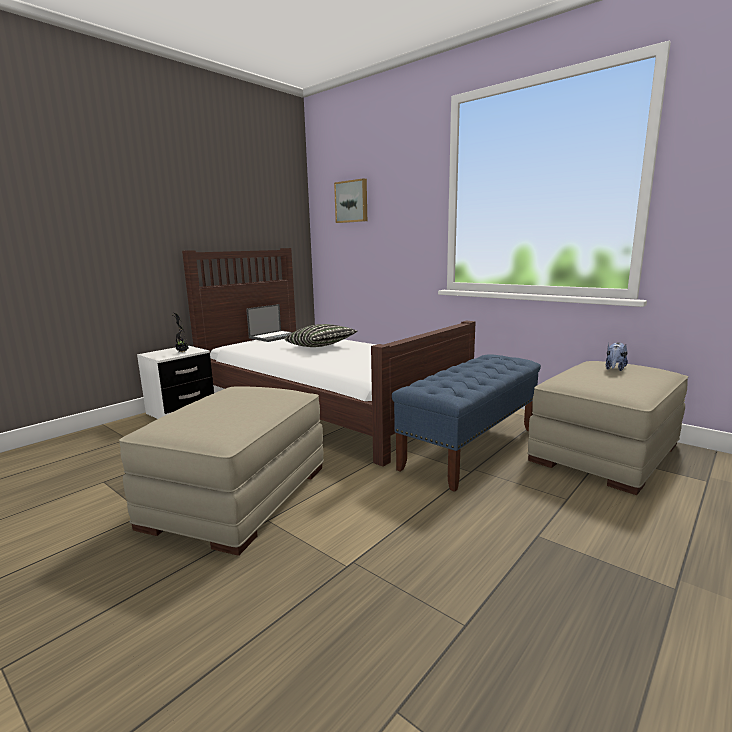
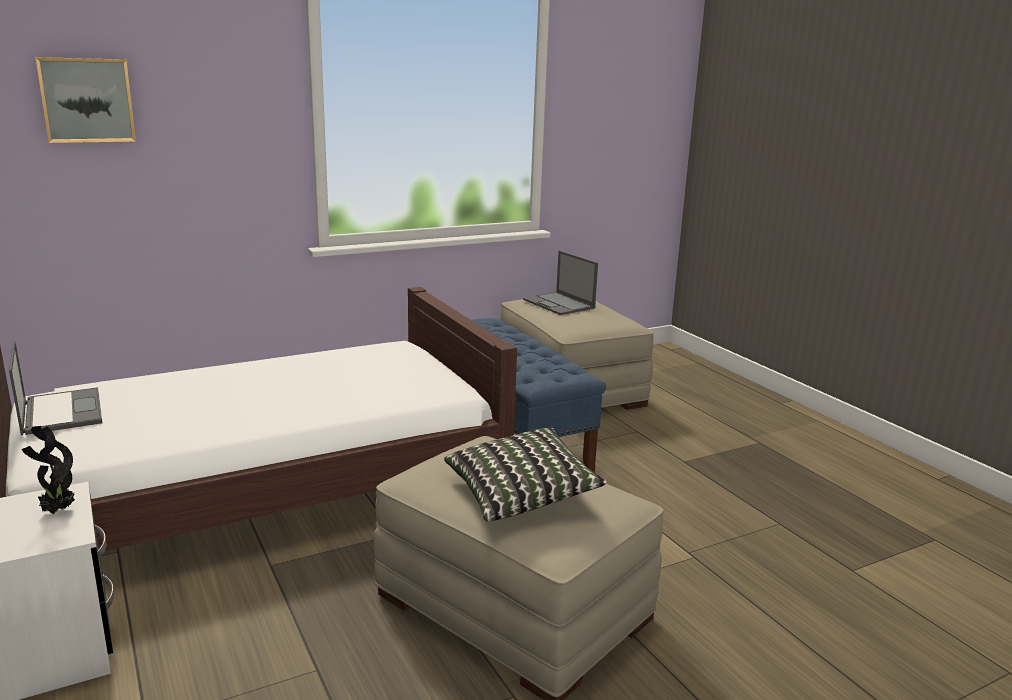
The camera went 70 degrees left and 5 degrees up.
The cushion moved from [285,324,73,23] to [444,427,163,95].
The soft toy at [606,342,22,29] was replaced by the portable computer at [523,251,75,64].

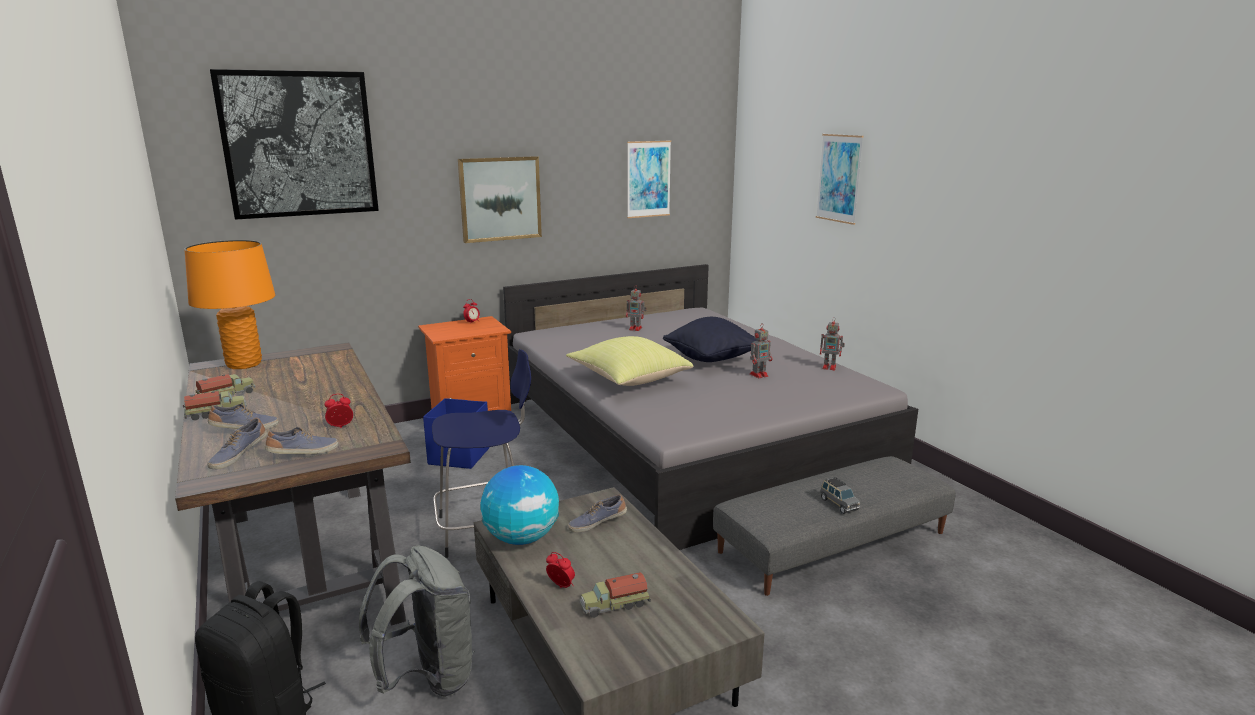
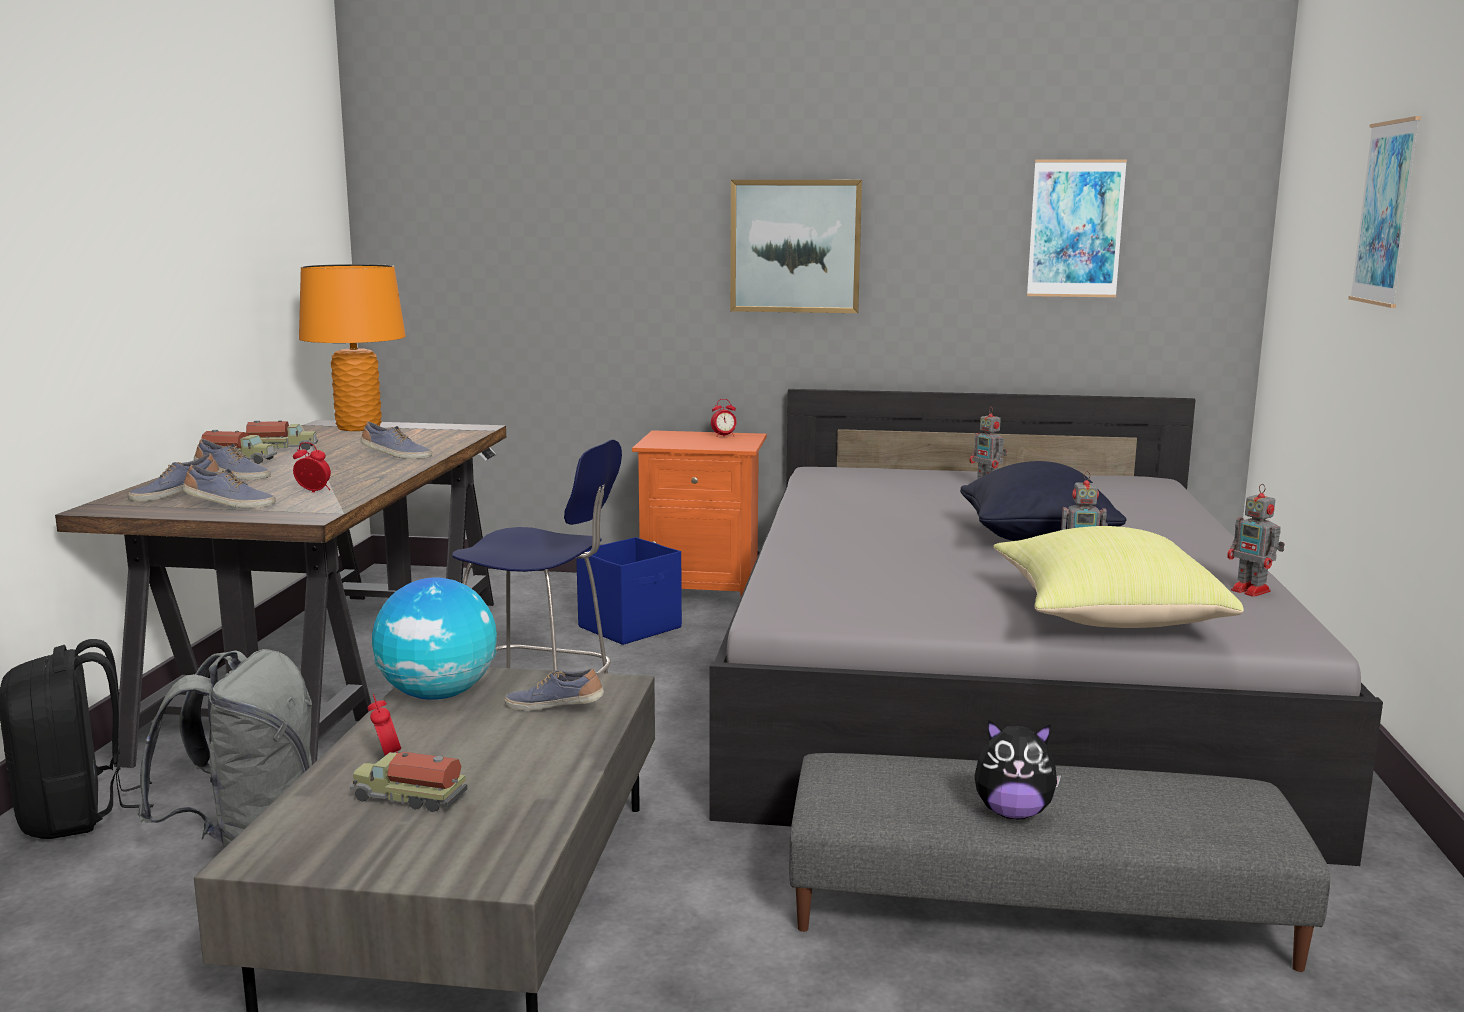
The camera went 35 degrees right and 5 degrees down.
The picture at [210,69,169,151] disappeared.
The item of footwear at [360,421,72,38] appeared.
The yellowish cushion moved from [566,336,127,50] to [993,526,251,102].
The grey miniature car at [820,477,40,37] was replaced by the soft toy at [974,721,87,98].

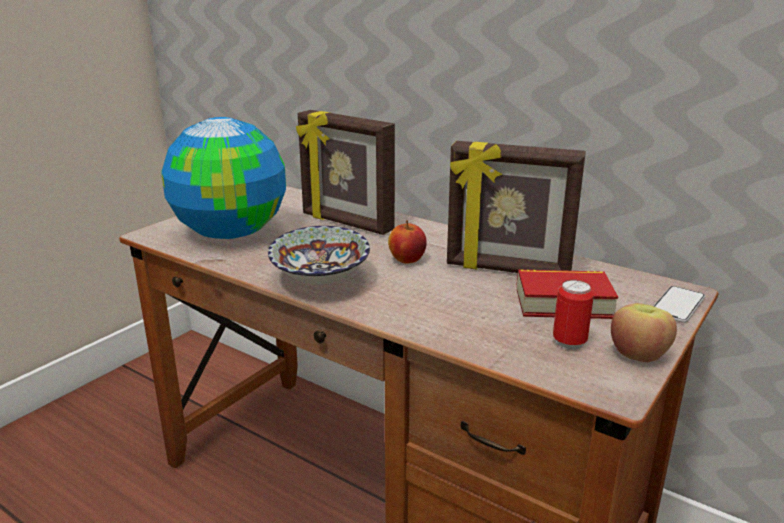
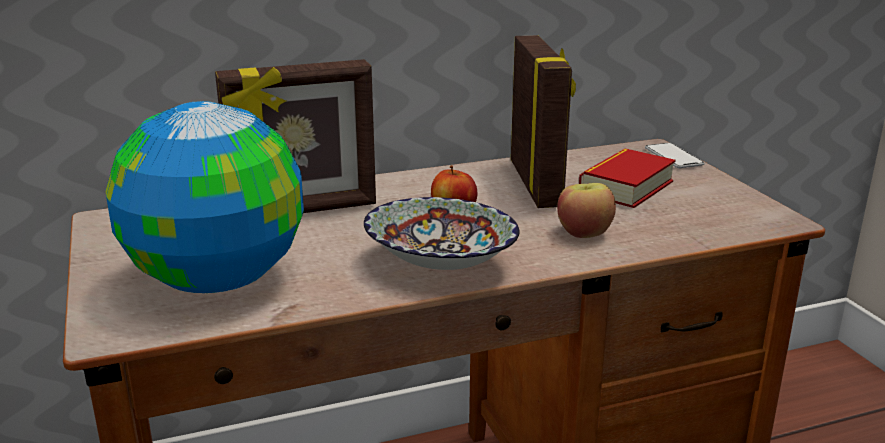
The camera went 55 degrees left and 0 degrees up.
The sealed can at [553,280,41,70] disappeared.
The apple fruit moved from [611,303,66,59] to [557,183,59,55].
The picture frame at [447,141,139,132] turned 60 degrees counterclockwise.

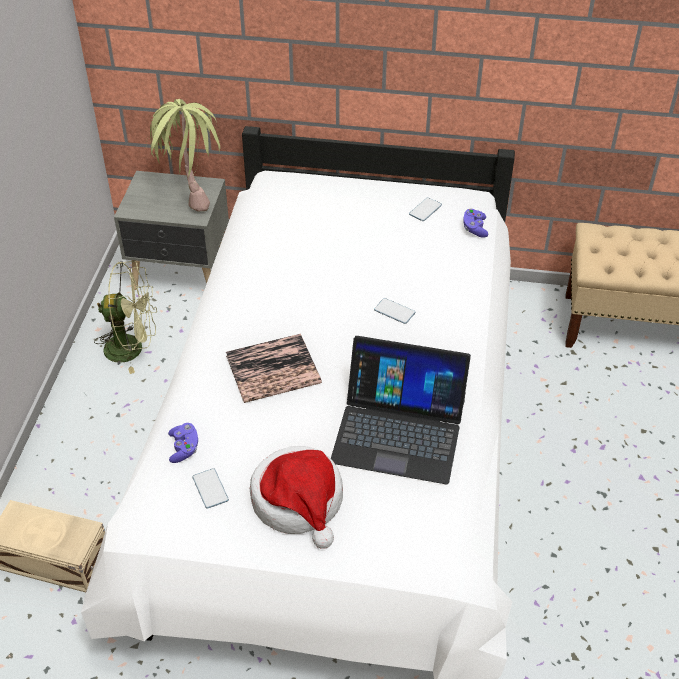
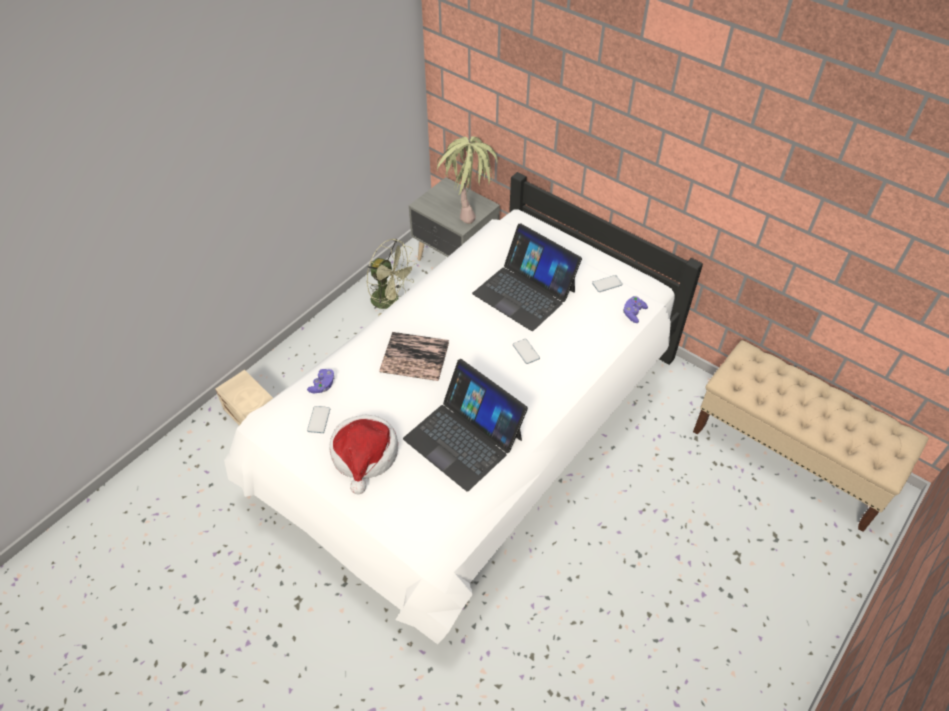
The camera went 30 degrees right and 5 degrees up.
The portable computer at [472,223,110,108] appeared.

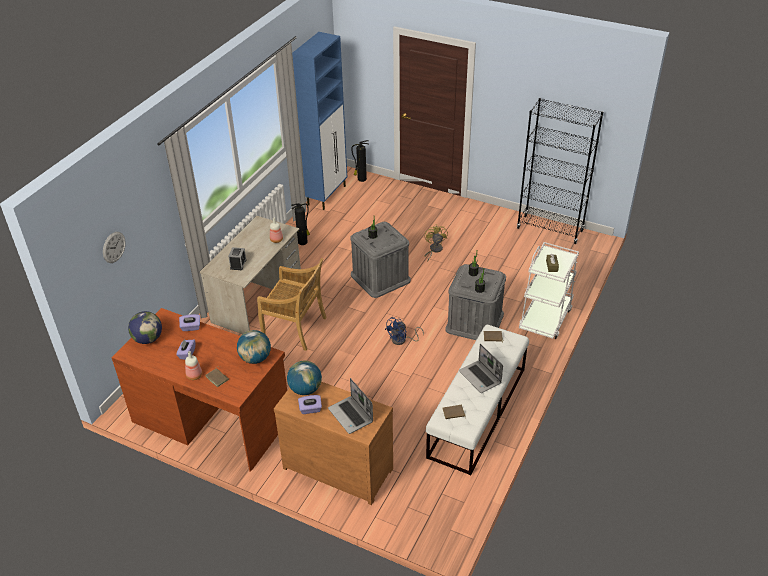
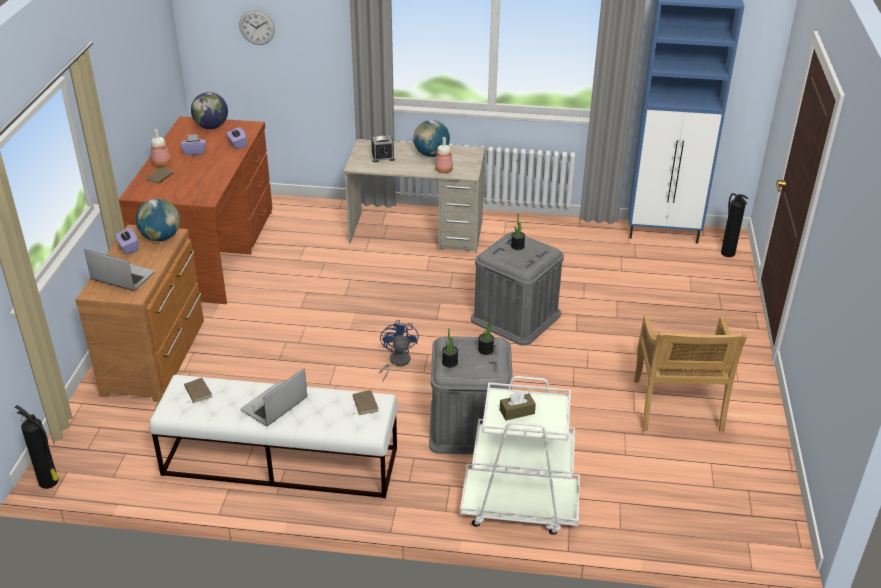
The camera went 70 degrees right and 5 degrees down.
The yellowish electric fan at [425,224,23,38] disappeared.
The blackish shelving unit at [517,98,86,146] disappeared.
The globe moved from [237,330,34,34] to [413,120,37,37].
The sand-coloured plain chair moved from [257,258,70,93] to [634,315,113,117].
The fire extinguisher moved from [291,203,19,42] to [15,405,44,84].
The portable computer at [328,378,45,56] turned 75 degrees clockwise.
The blue electric fan at [385,317,39,28] turned 60 degrees clockwise.

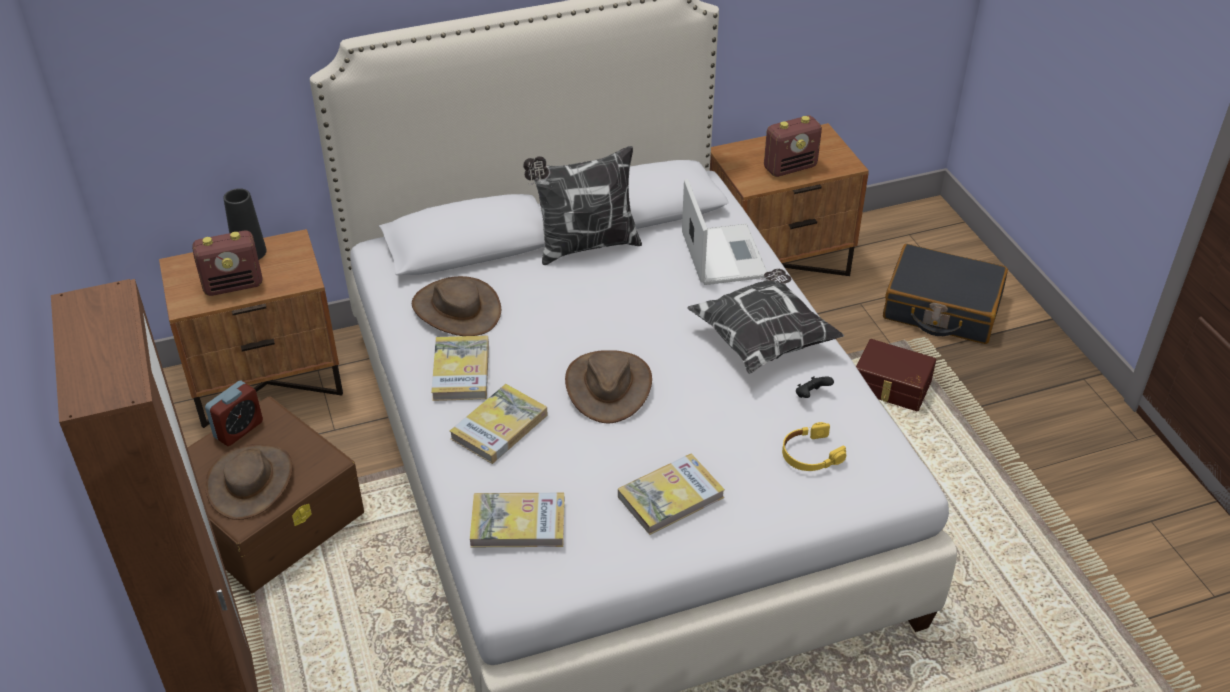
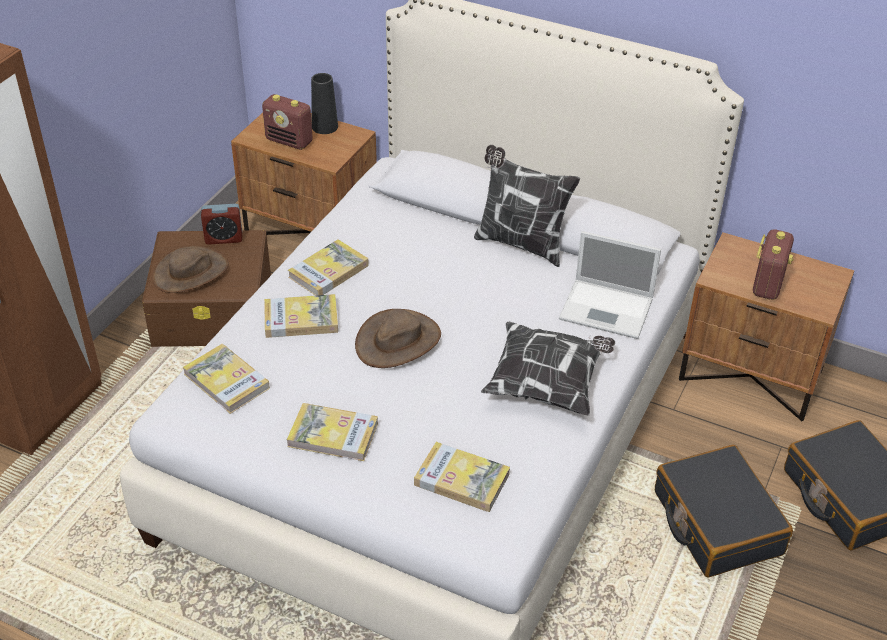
The camera went 45 degrees right and 0 degrees up.
The brown wearable hat at [412,276,89,60] disappeared.
The blackish gamepad at [796,376,38,22] disappeared.
The yellowish pair of headphones at [782,422,64,49] was replaced by the book at [414,442,96,70].
The brown storage bin at [856,339,80,72] was replaced by the blackish piece of luggage at [655,445,138,132].
The portable computer at [682,179,85,106] turned 75 degrees clockwise.
The radio at [764,116,58,61] turned 90 degrees counterclockwise.

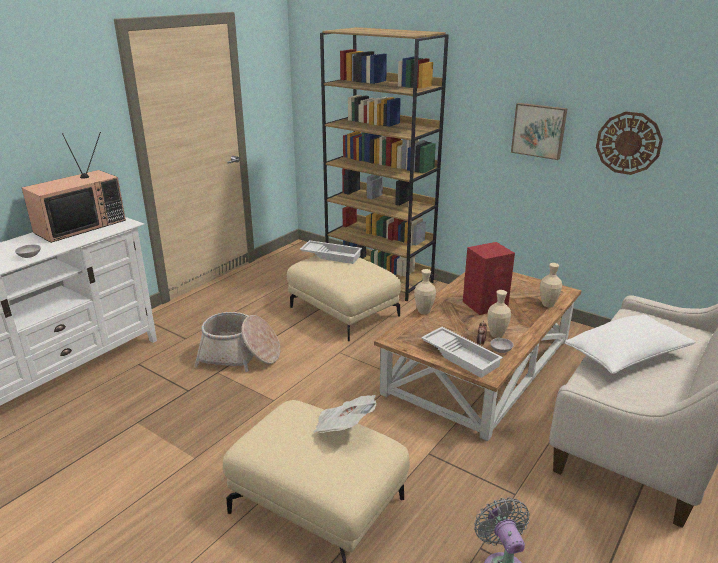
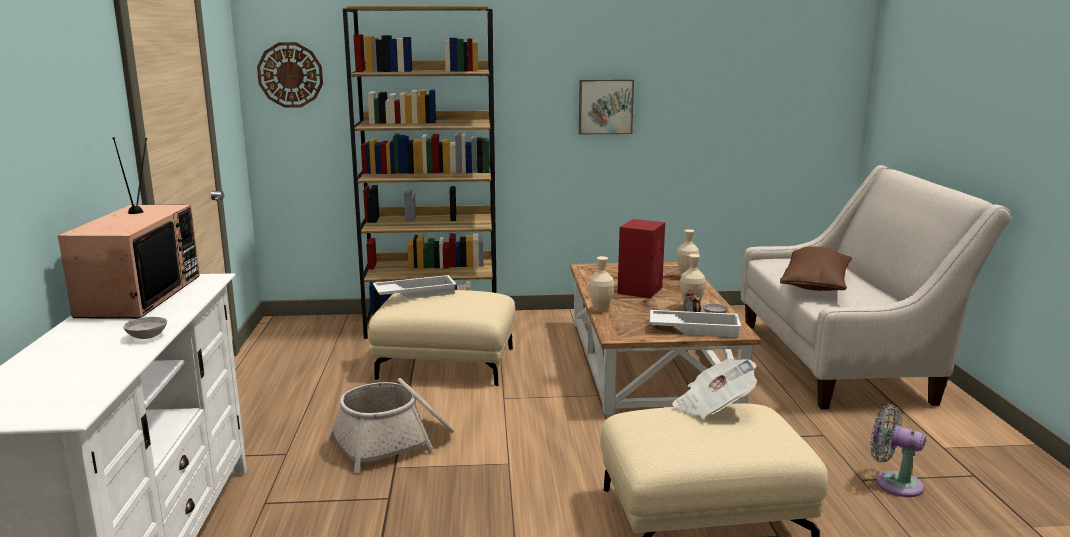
The camera went 40 degrees left and 10 degrees down.
The hanging clock moved from [596,112,67,63] to [257,42,66,66].
The white cushion at [565,315,131,59] became the brown cushion at [780,247,72,44].

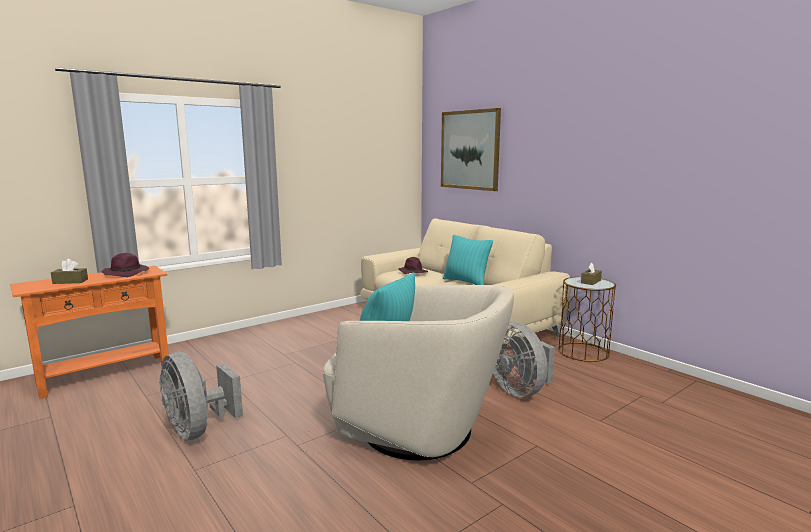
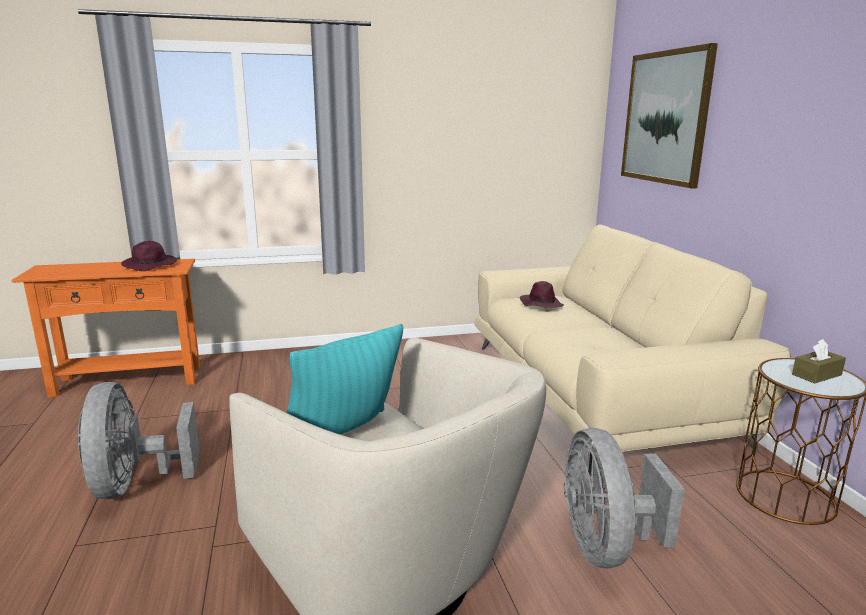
The camera went 25 degrees right and 5 degrees up.
The brown tissue box at [51,259,37,25] disappeared.
The blue-green cushion at [443,235,50,50] disappeared.

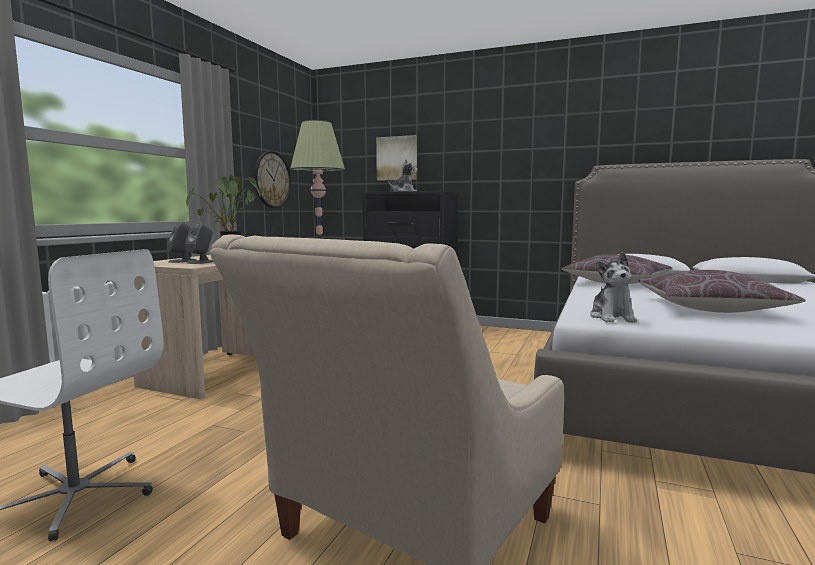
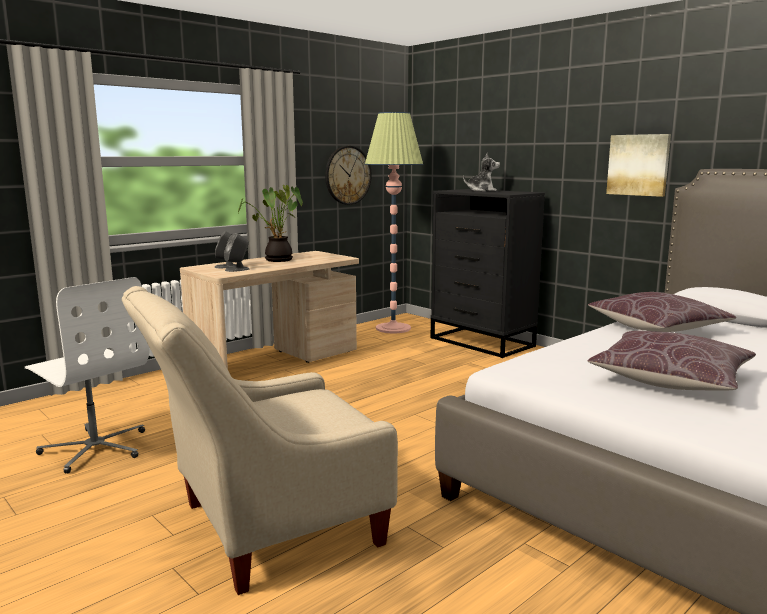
The camera went 25 degrees right and 5 degrees up.
The soft toy at [590,252,47,71] disappeared.
The picture moved from [376,135,41,46] to [606,134,65,63].

